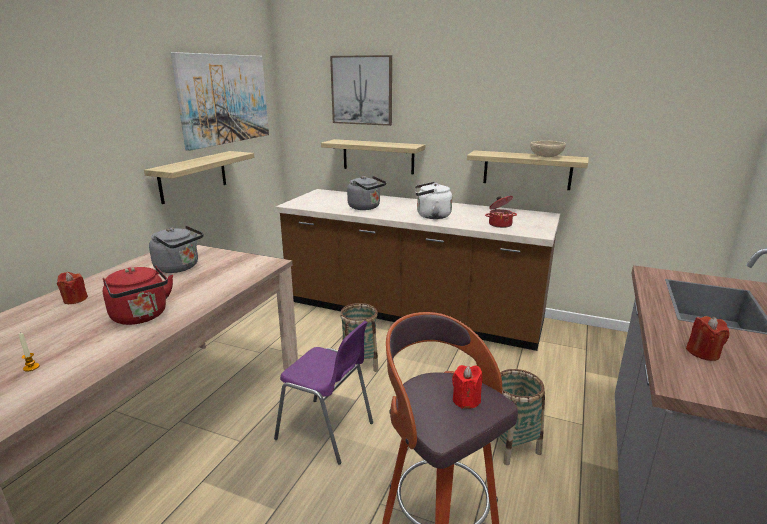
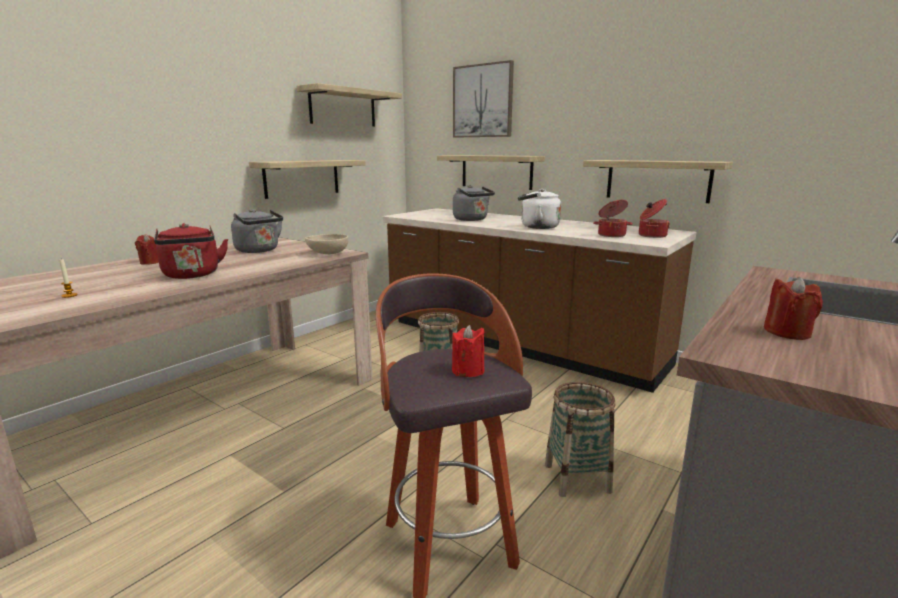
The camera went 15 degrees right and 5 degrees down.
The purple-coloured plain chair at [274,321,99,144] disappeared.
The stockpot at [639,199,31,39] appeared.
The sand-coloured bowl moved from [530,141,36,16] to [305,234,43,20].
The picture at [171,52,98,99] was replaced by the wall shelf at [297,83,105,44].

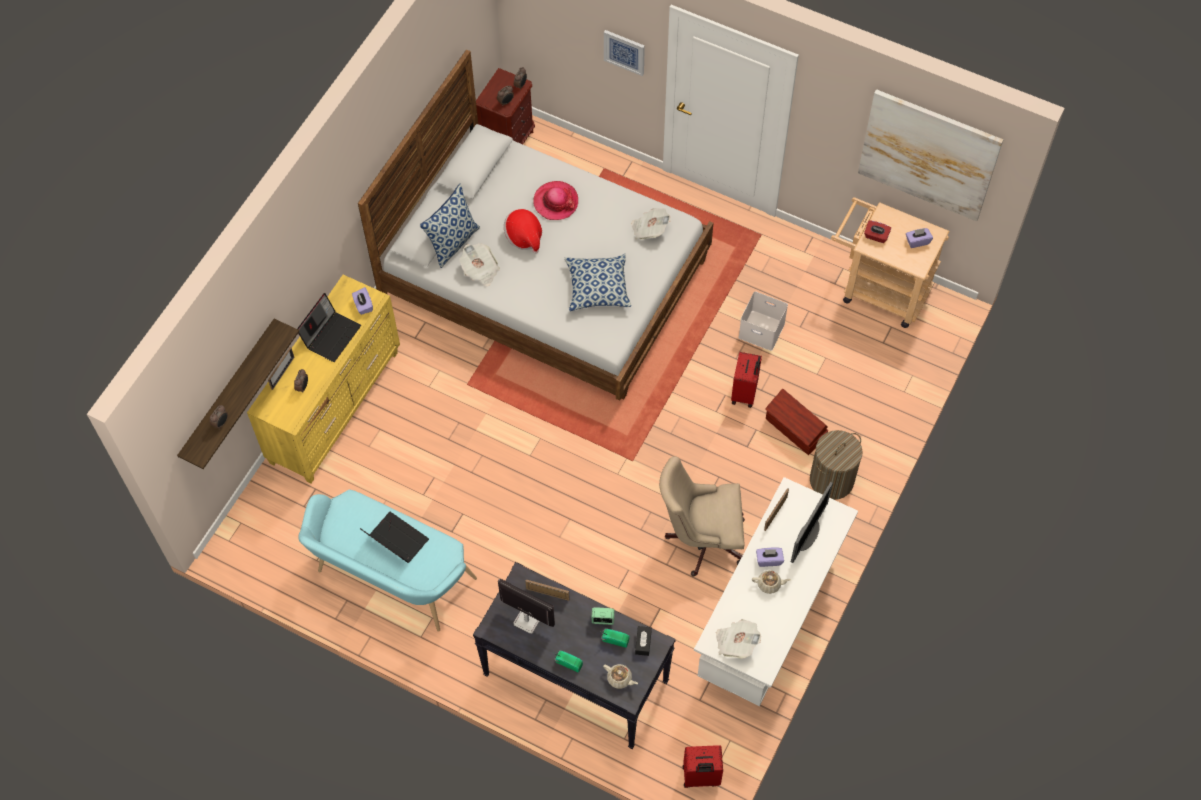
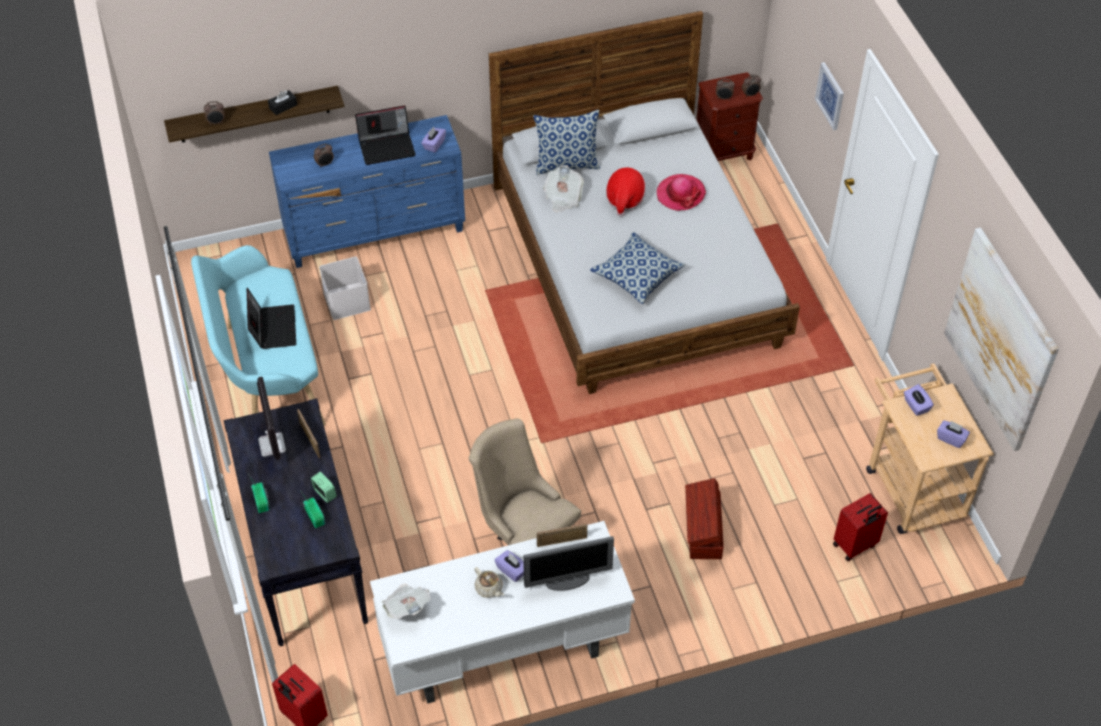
The camera went 45 degrees right and 10 degrees down.
The picture frame at [268,347,27,43] disappeared.
The sand-coloured tea pot at [603,664,35,25] disappeared.
The daily paper at [631,208,40,32] disappeared.
The hamper at [810,430,53,70] disappeared.
The blackish tissue box moved from [635,626,17,30] to [268,90,29,25].
The red-coloured piece of luggage moved from [731,352,31,56] to [833,493,55,68].
The white storage bin moved from [738,291,50,60] to [319,256,52,64].
The yellowish dresser at [247,275,153,209] became the blue dresser at [269,115,196,153].
The red-coloured tissue box at [864,220,27,23] became the purple-coloured tissue box at [904,384,30,32].

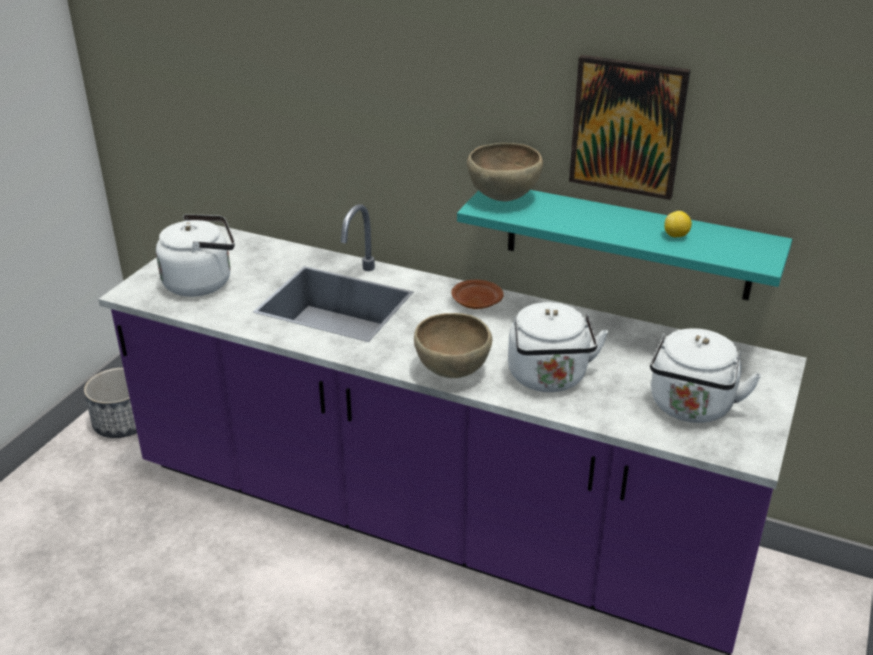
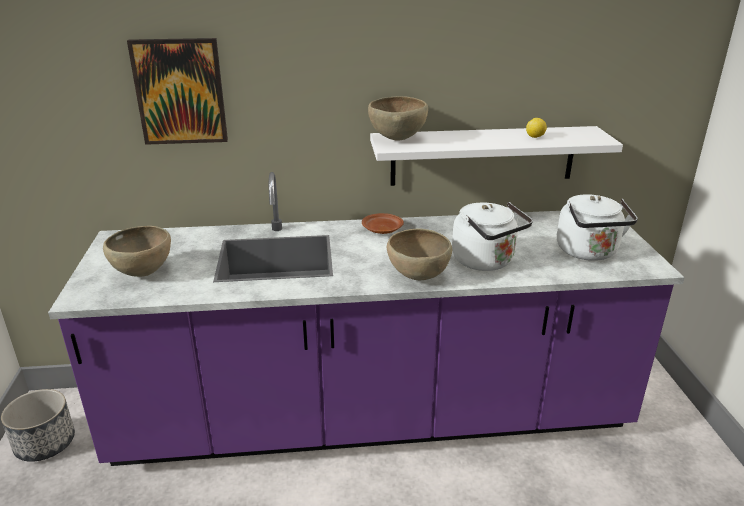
The camera went 30 degrees left and 5 degrees down.
The picture moved from [569,55,121,145] to [127,38,101,107].
The white tea kettle at [156,214,79,83] was replaced by the brown bowl at [103,226,68,51].
The blue-green wall shelf at [457,190,335,110] became the white wall shelf at [370,126,253,60].

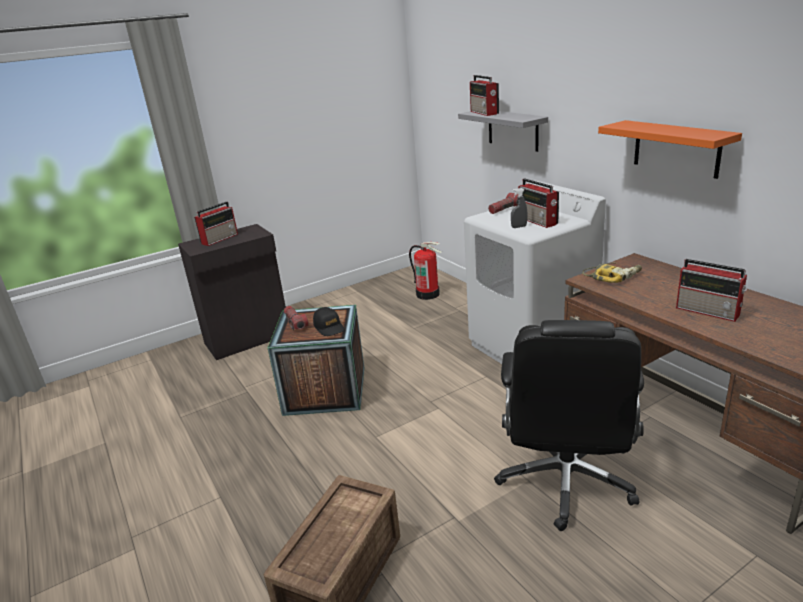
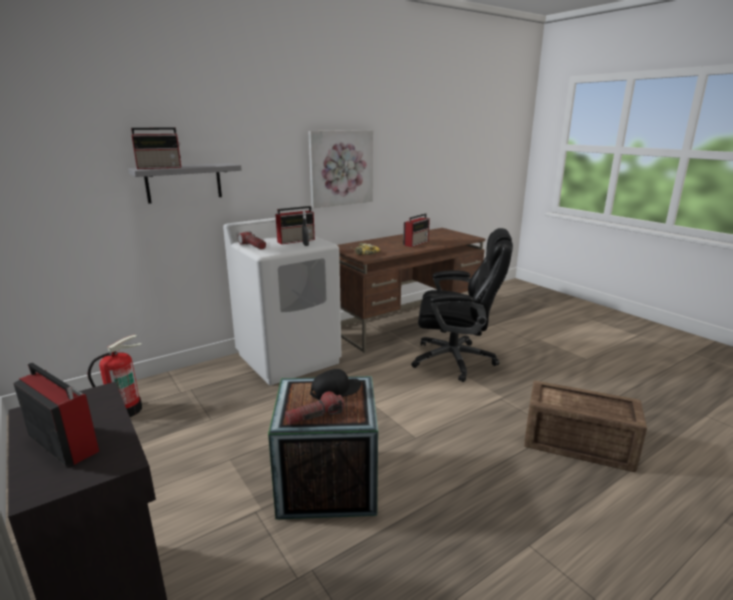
The camera went 95 degrees left and 5 degrees down.
The orangey wall shelf at [598,120,144,59] was replaced by the picture at [308,130,65,78].

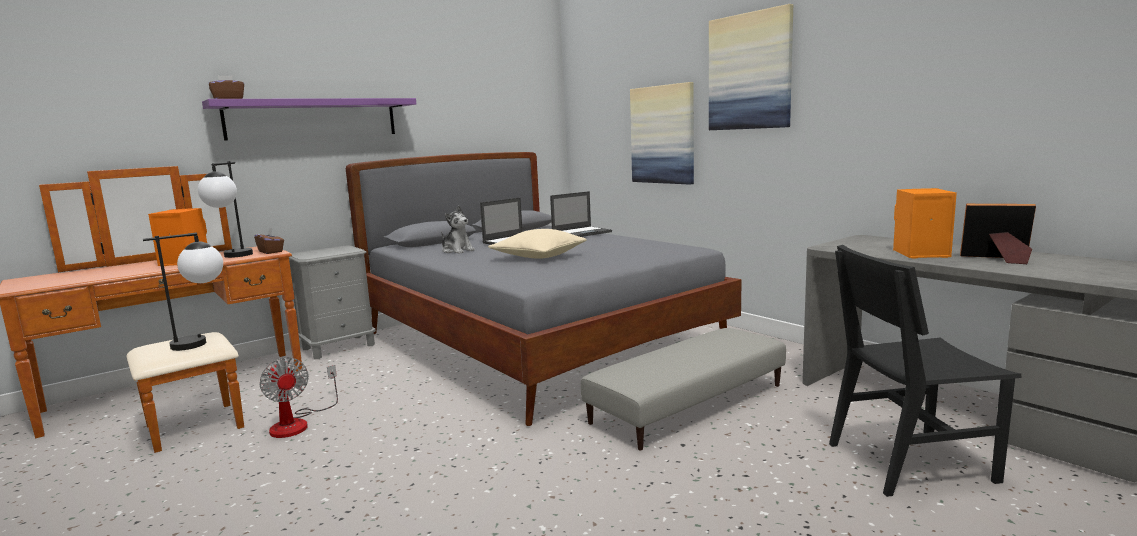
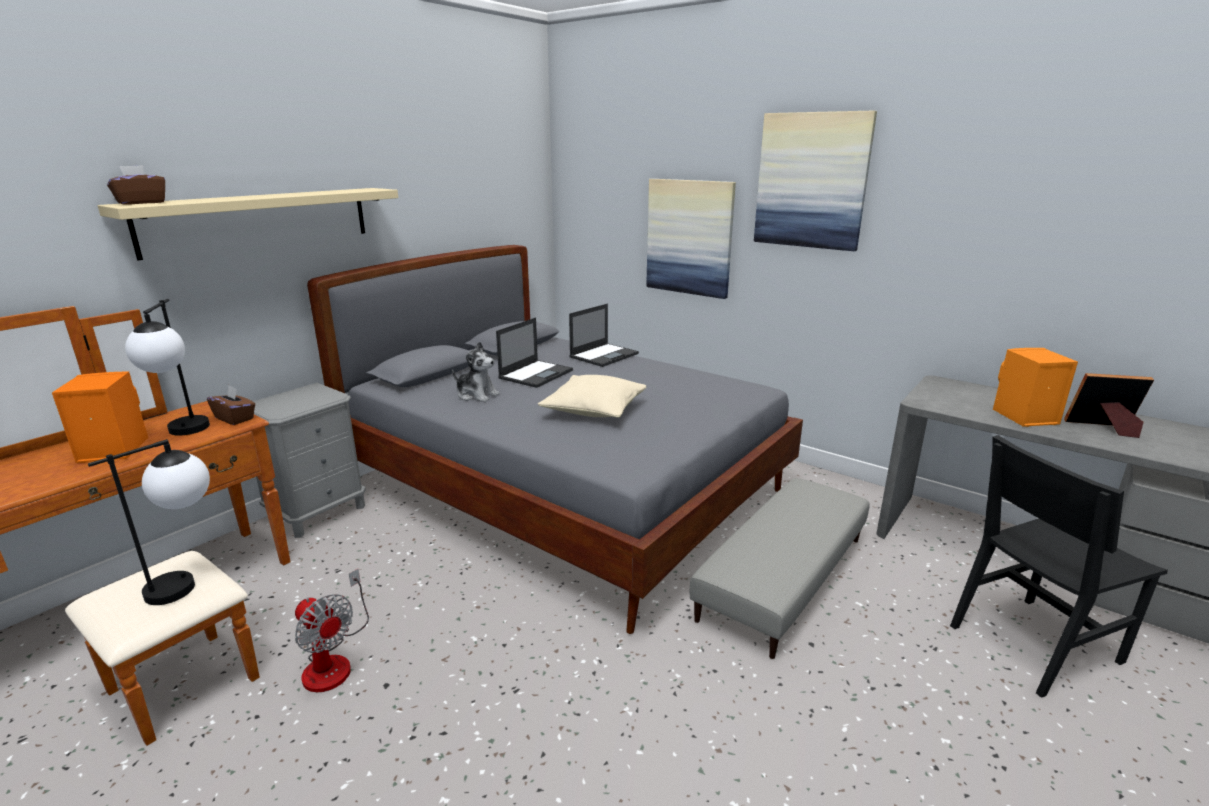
The camera went 15 degrees left and 10 degrees up.
The purple-coloured wall shelf at [202,98,214,43] became the sand-coloured wall shelf at [98,188,300,72].

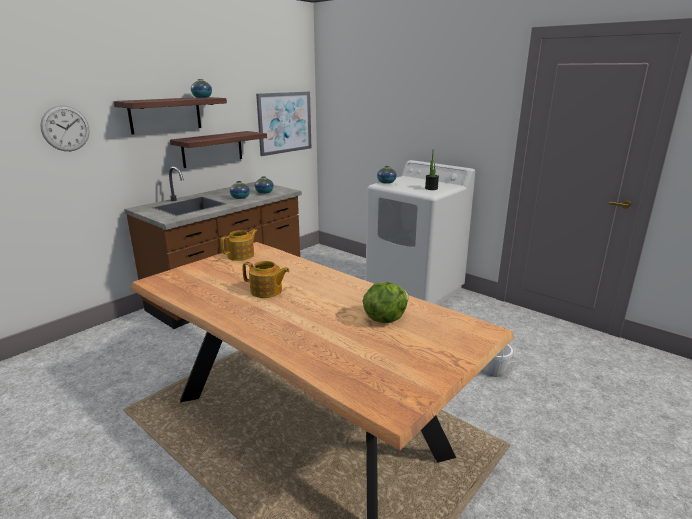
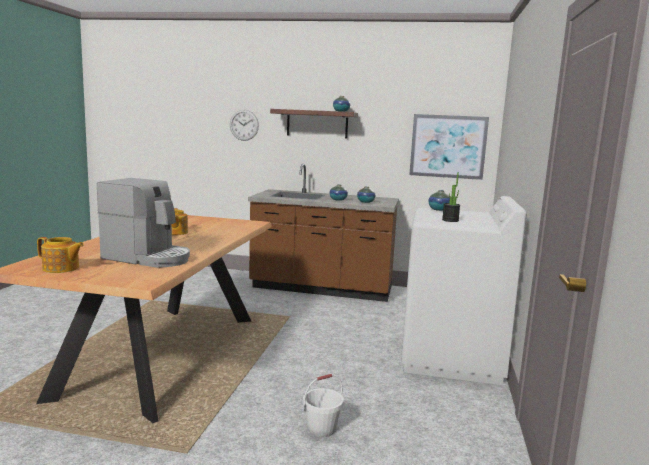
The camera went 60 degrees right and 10 degrees down.
The wall shelf at [170,131,97,37] disappeared.
The tea pot moved from [221,229,37,32] to [37,237,47,36].
The lettuce at [363,282,46,41] was replaced by the coffee brewer at [97,178,93,90].

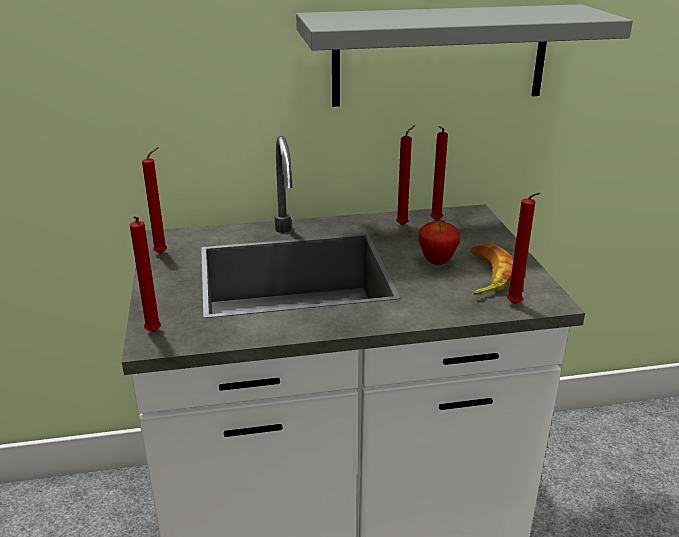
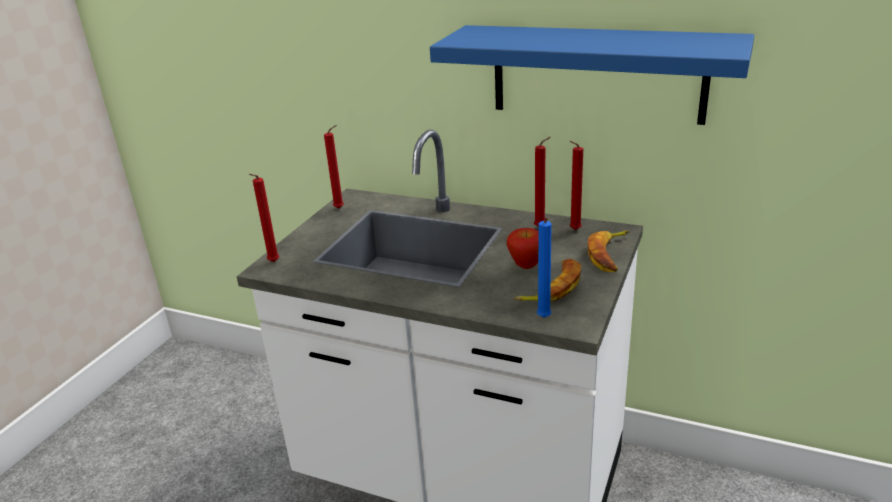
The camera went 35 degrees right and 0 degrees up.
The banana at [588,231,42,41] appeared.
The grey wall shelf at [296,4,337,103] became the blue wall shelf at [430,25,324,100].
The red-coloured wax light at [507,193,33,111] became the blue wax light at [537,217,15,101].

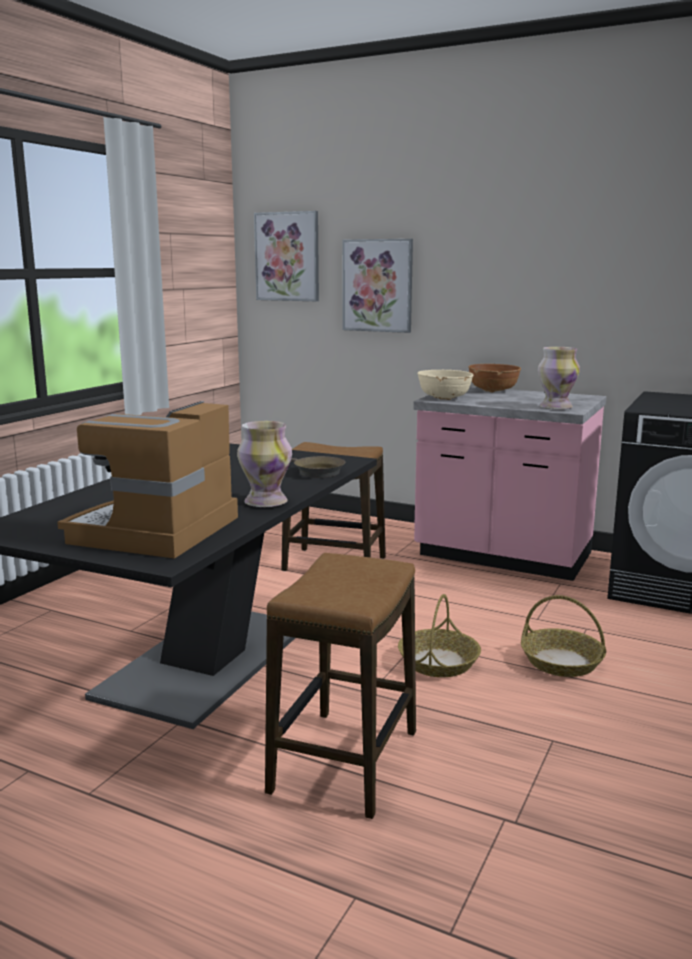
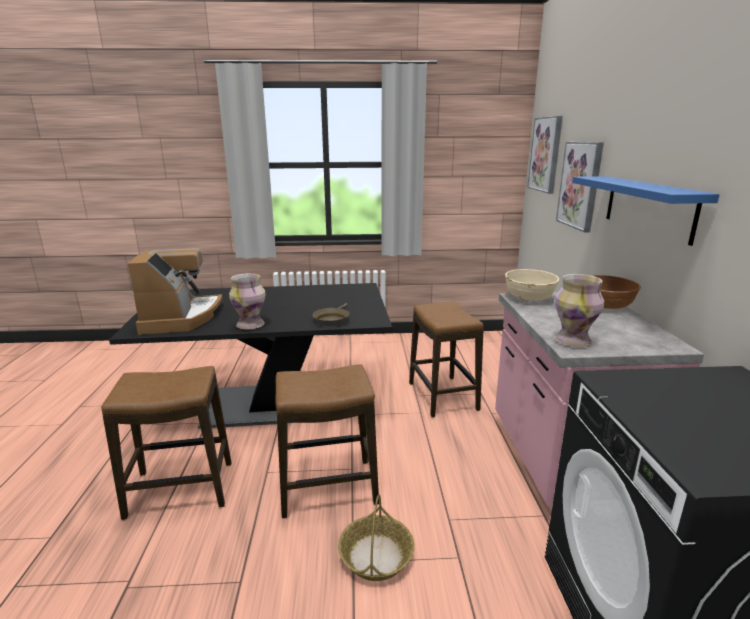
The camera went 60 degrees right and 5 degrees up.
The blue wall shelf at [572,176,148,70] appeared.
The basket at [398,594,83,83] was replaced by the stool seat at [276,364,103,154].
The coffee brewer at [57,401,181,158] turned 90 degrees clockwise.

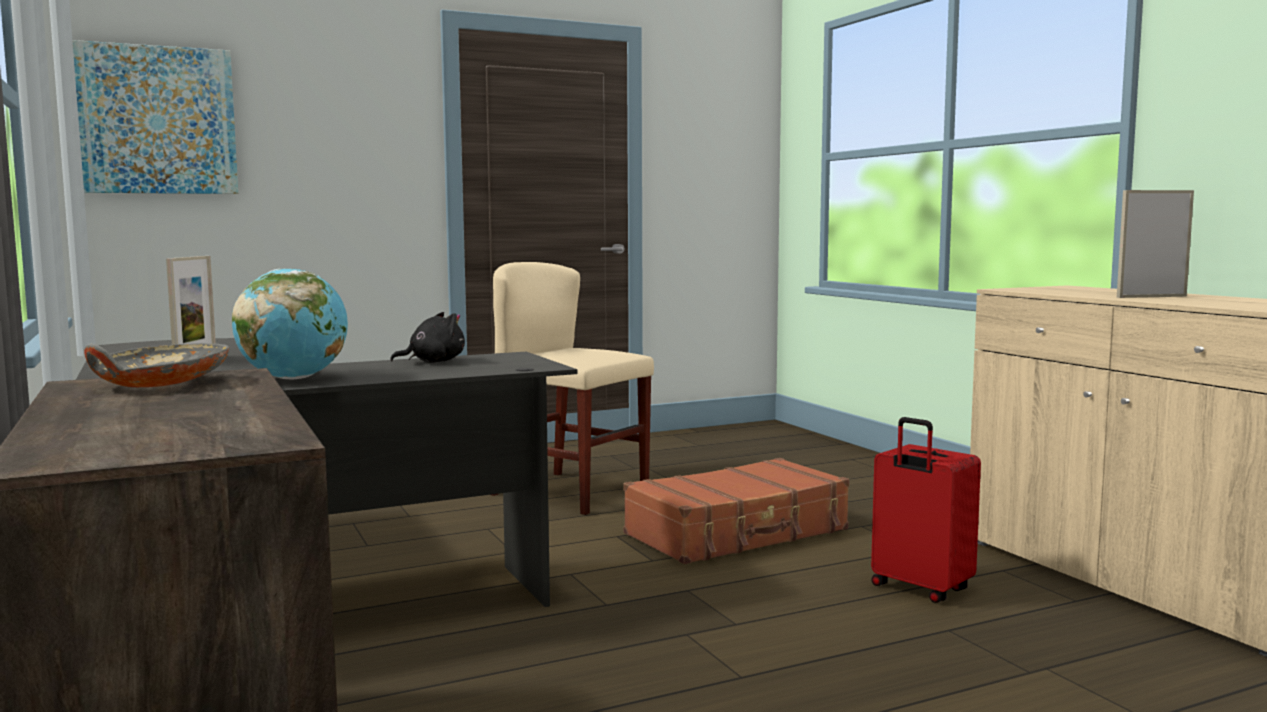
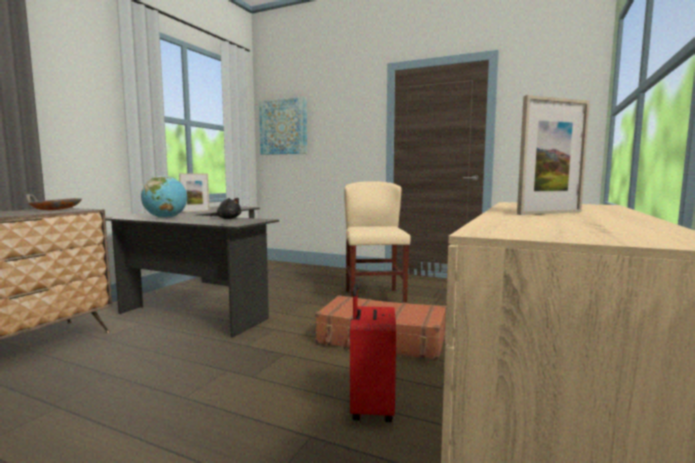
The camera went 50 degrees right and 0 degrees up.
The picture frame at [1117,190,77,108] turned 120 degrees clockwise.

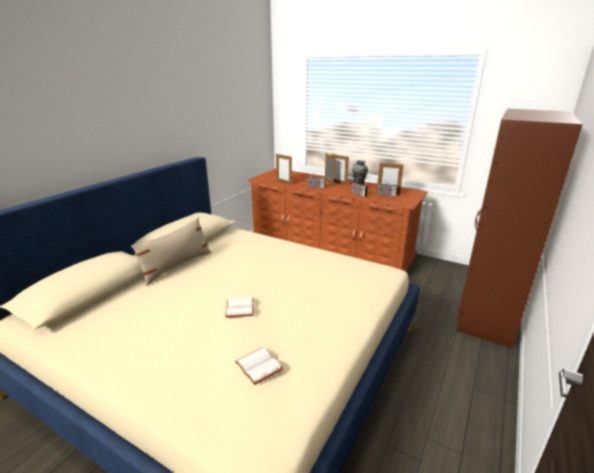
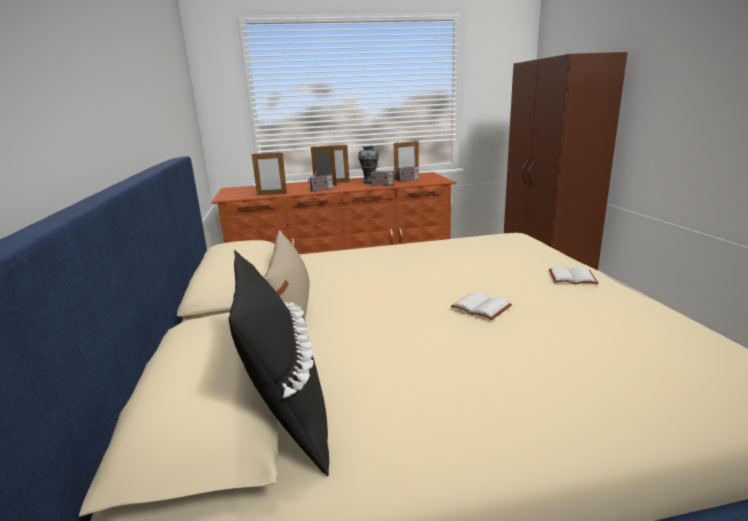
The camera went 40 degrees left and 5 degrees down.
The blackish cushion at [229,250,100,226] appeared.
The white book moved from [235,347,49,38] to [549,266,50,18].

